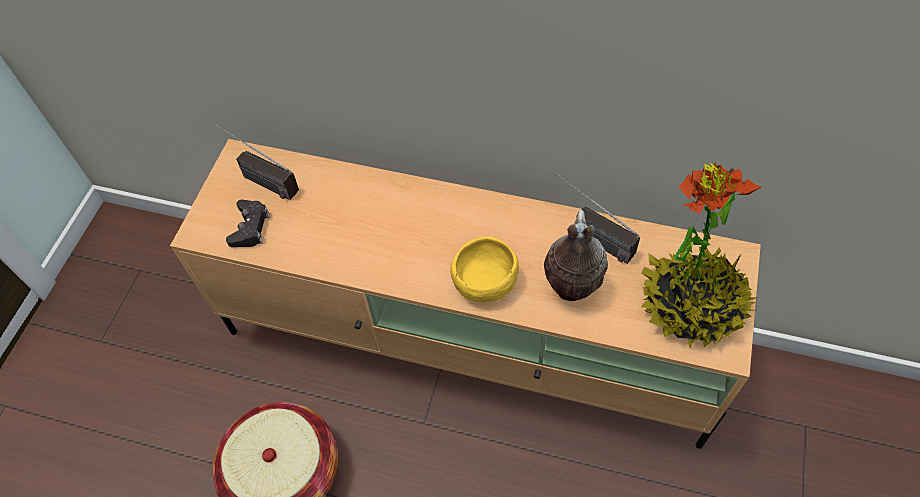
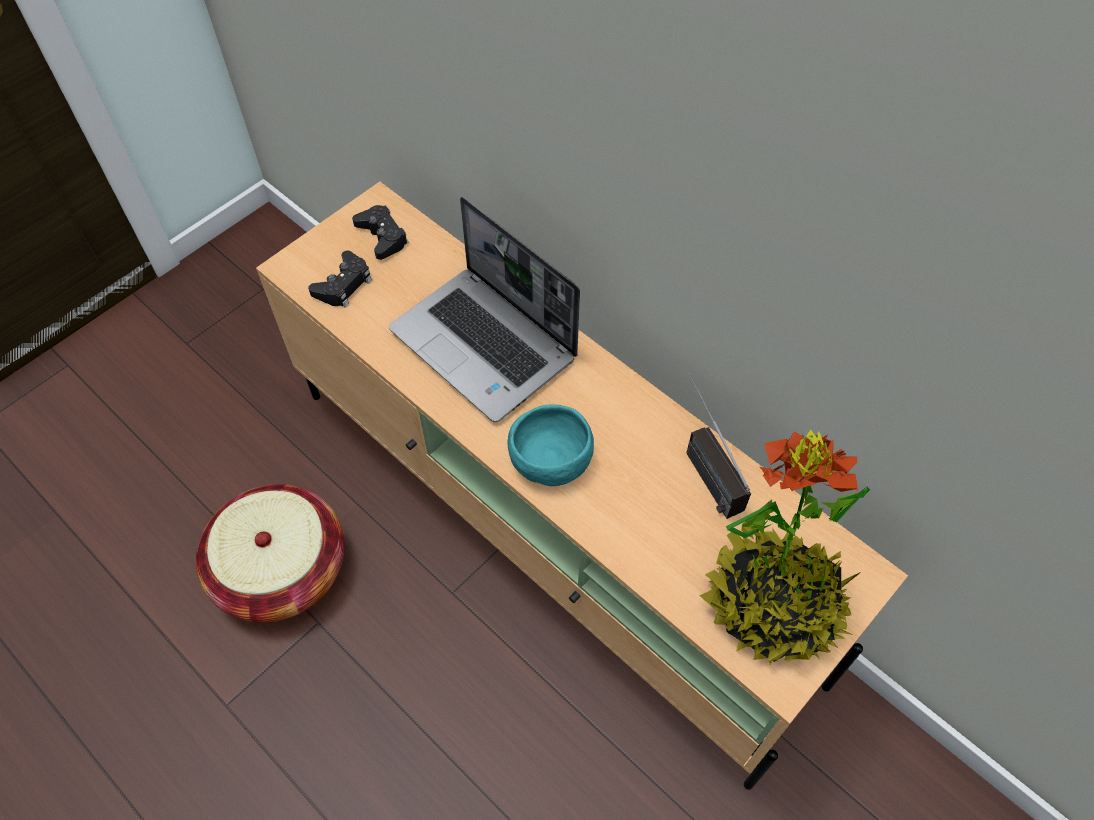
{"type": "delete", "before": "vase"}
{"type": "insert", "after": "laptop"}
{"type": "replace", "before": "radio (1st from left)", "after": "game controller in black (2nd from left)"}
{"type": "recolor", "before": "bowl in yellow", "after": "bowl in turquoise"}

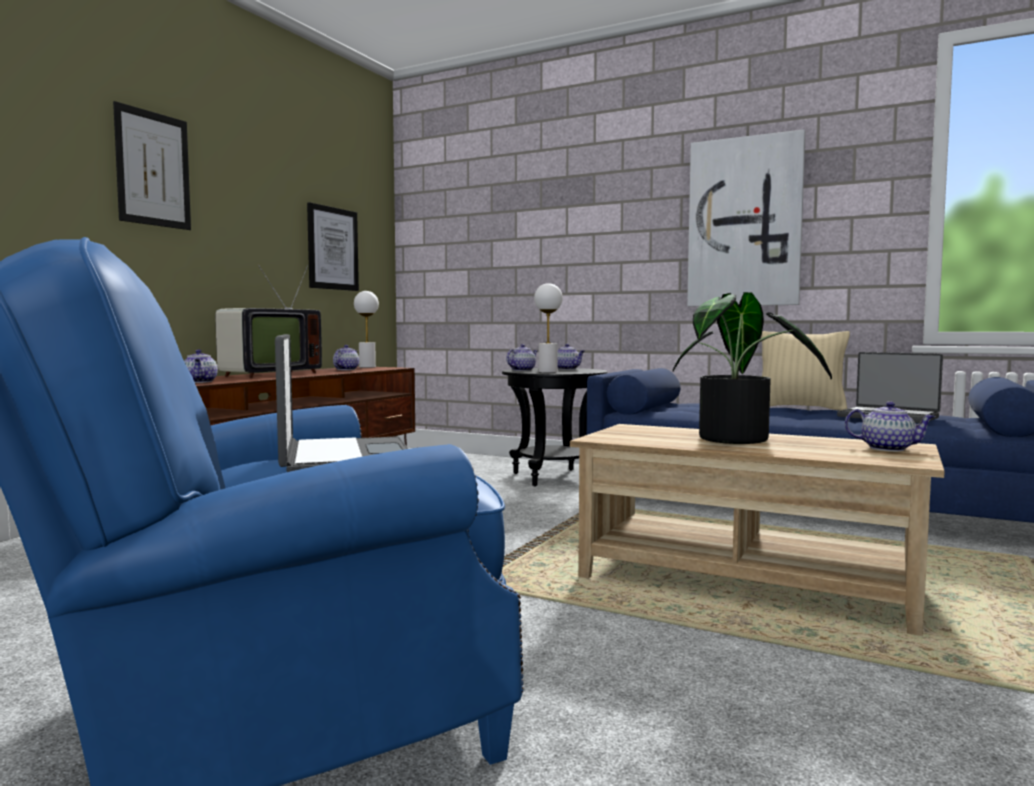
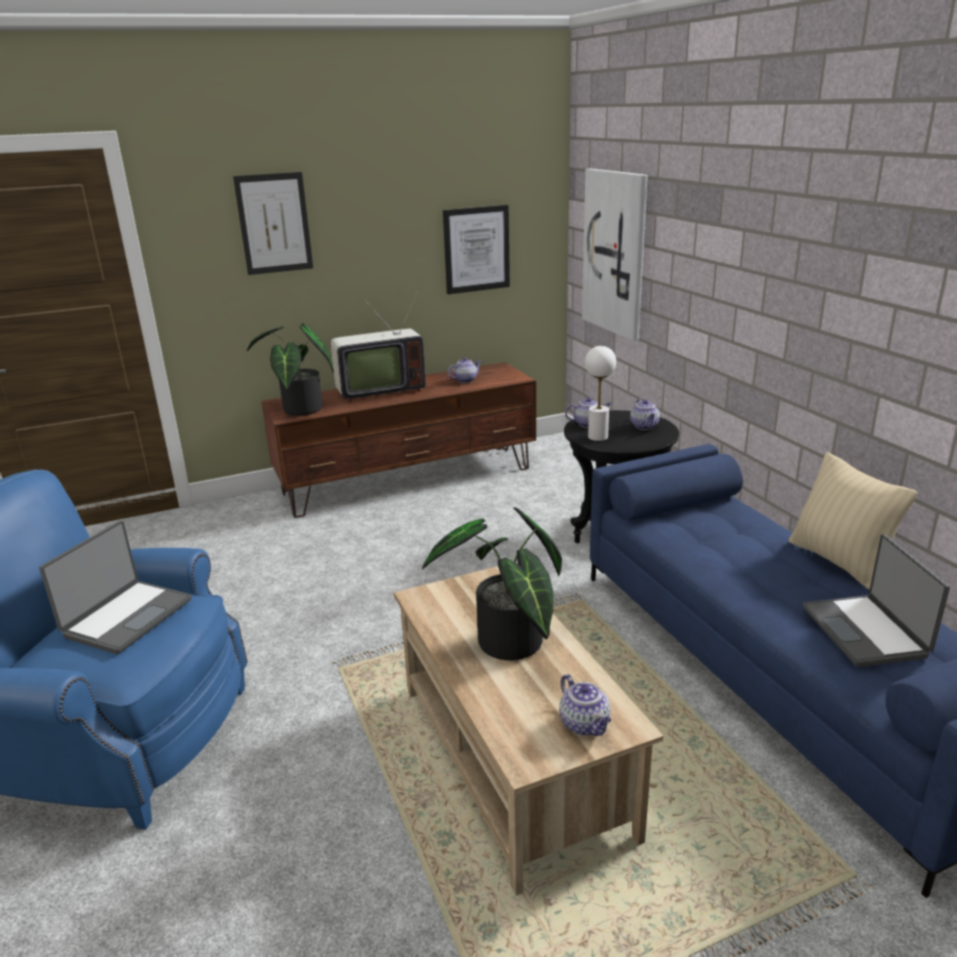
{"type": "delete", "before": "table lamp in white (1st from left)"}
{"type": "move", "before": "picture (3rd from left)"}
{"type": "replace", "before": "teapot (1st from left)", "after": "potted plant (1st from left)"}

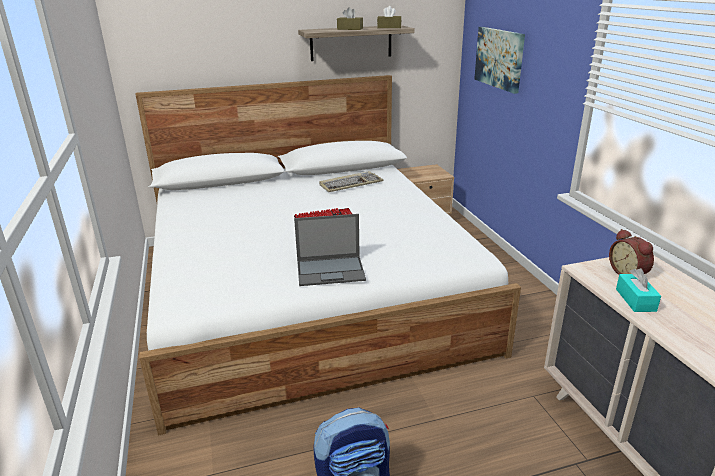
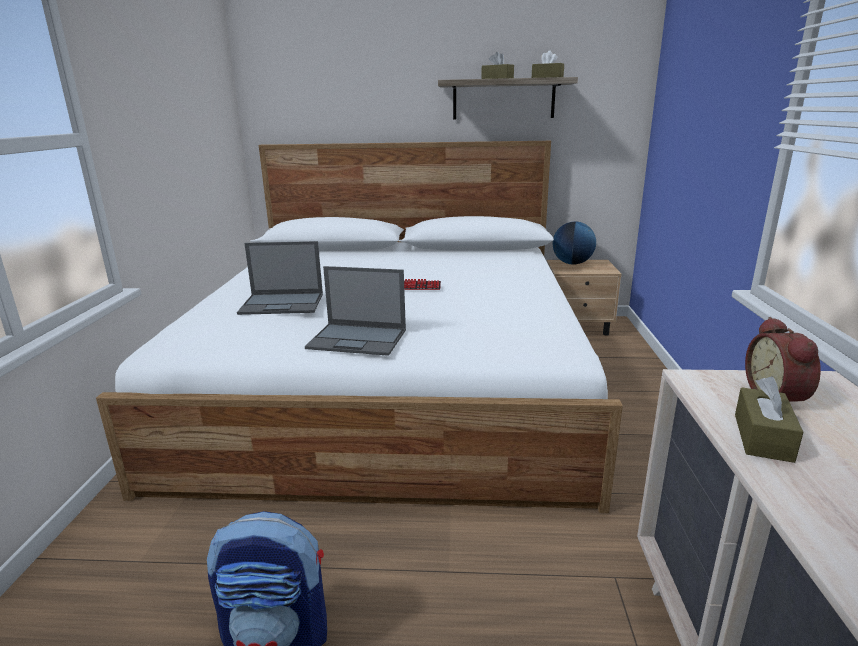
{"type": "delete", "before": "keyboard (2nd from left)"}
{"type": "delete", "before": "picture"}
{"type": "insert", "after": "laptop (1st from left)"}
{"type": "insert", "after": "globe"}
{"type": "recolor", "before": "tissue box in turquoise", "after": "tissue box in brown (3rd from left)"}

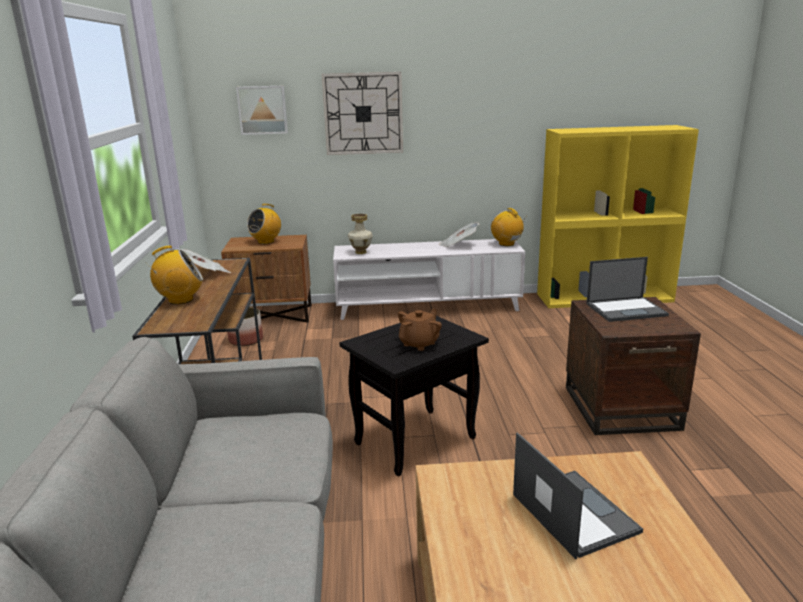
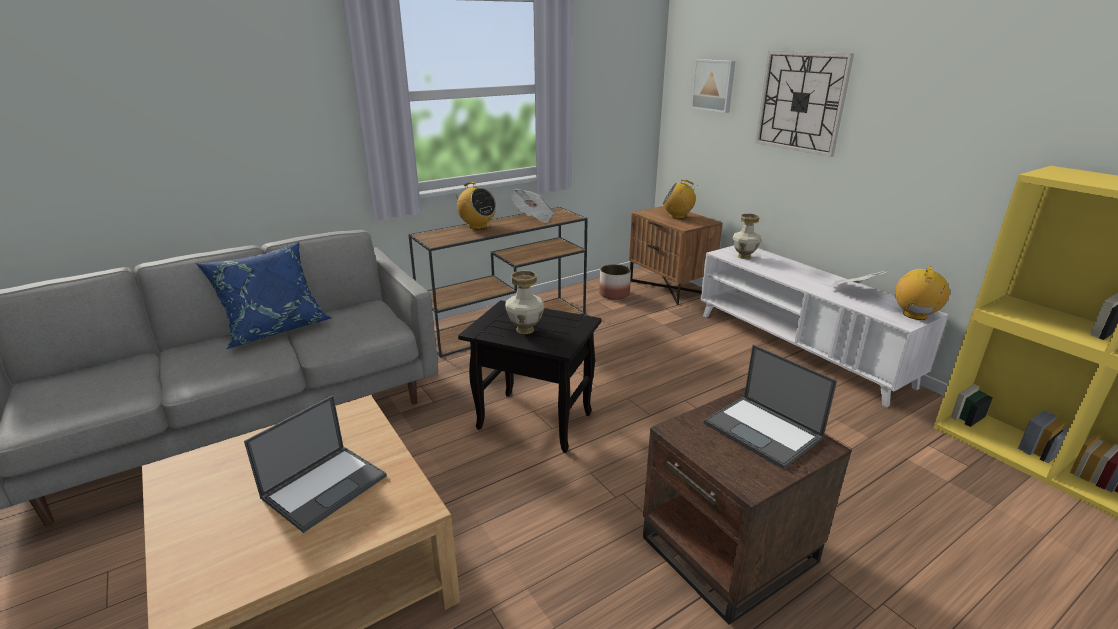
{"type": "insert", "after": "pillow in blue"}
{"type": "replace", "before": "teapot in brown", "after": "vase (1st from left)"}

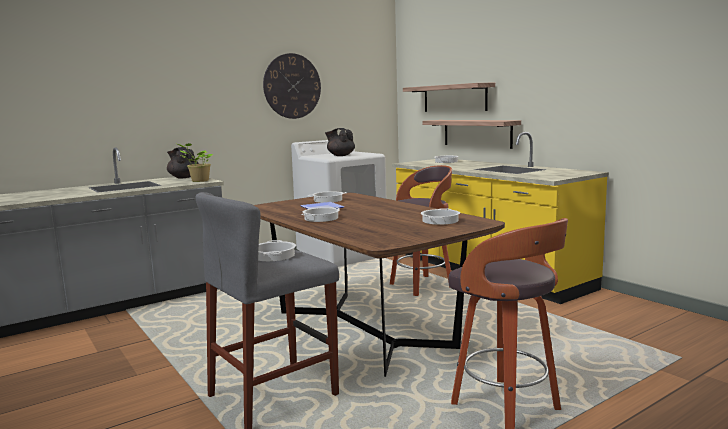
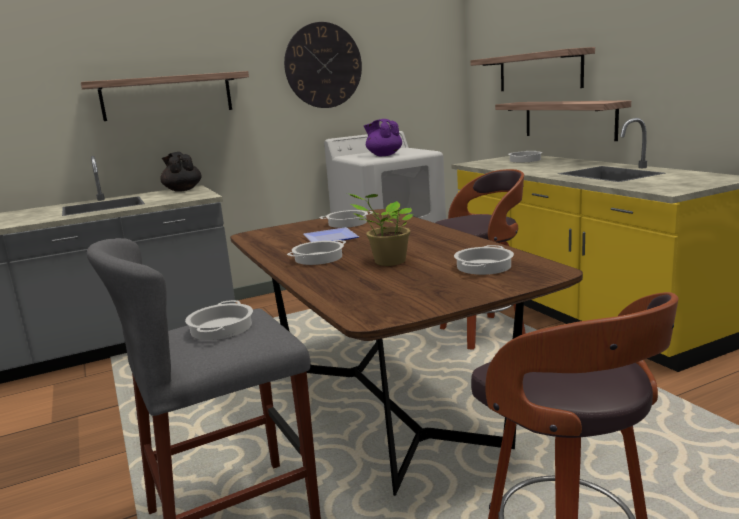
{"type": "insert", "after": "shelf (1st from left)"}
{"type": "move", "before": "potted plant"}
{"type": "recolor", "before": "teapot in black (2nd from left)", "after": "teapot in purple"}

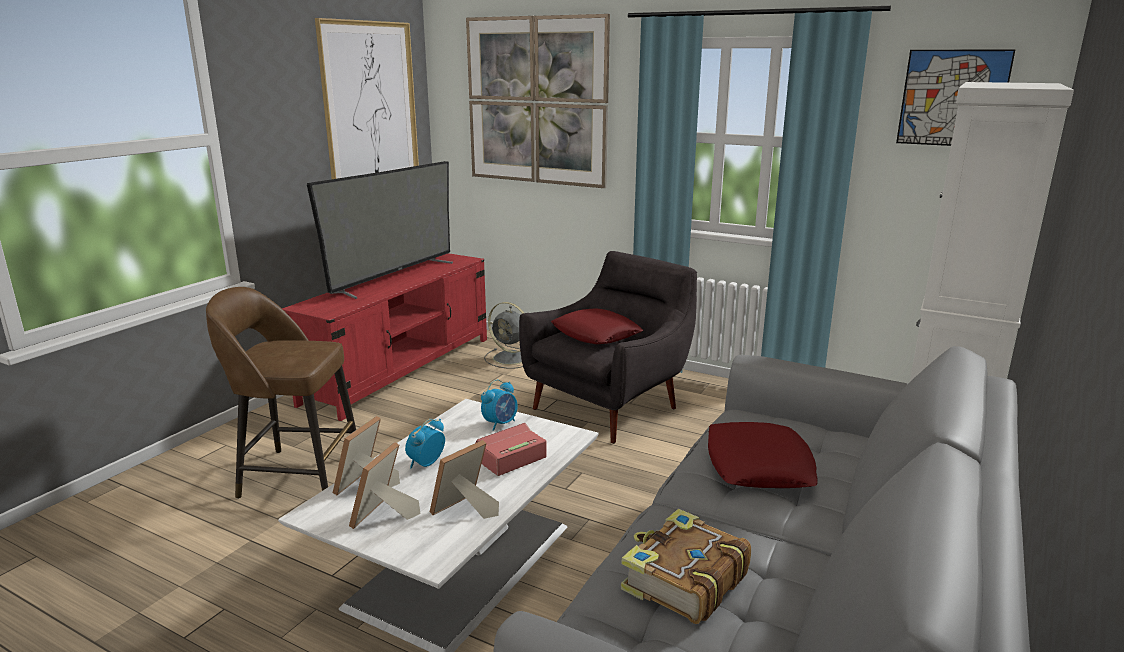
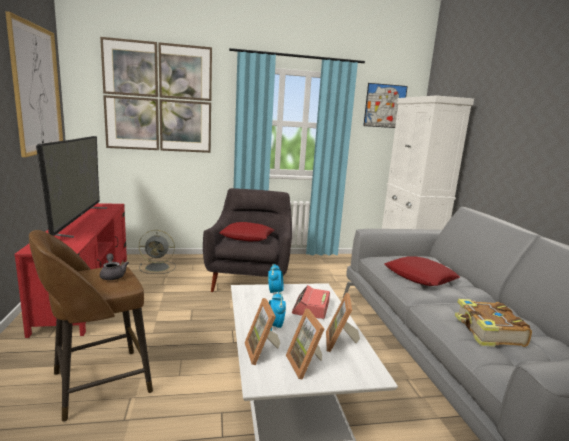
{"type": "insert", "after": "teapot in grey"}

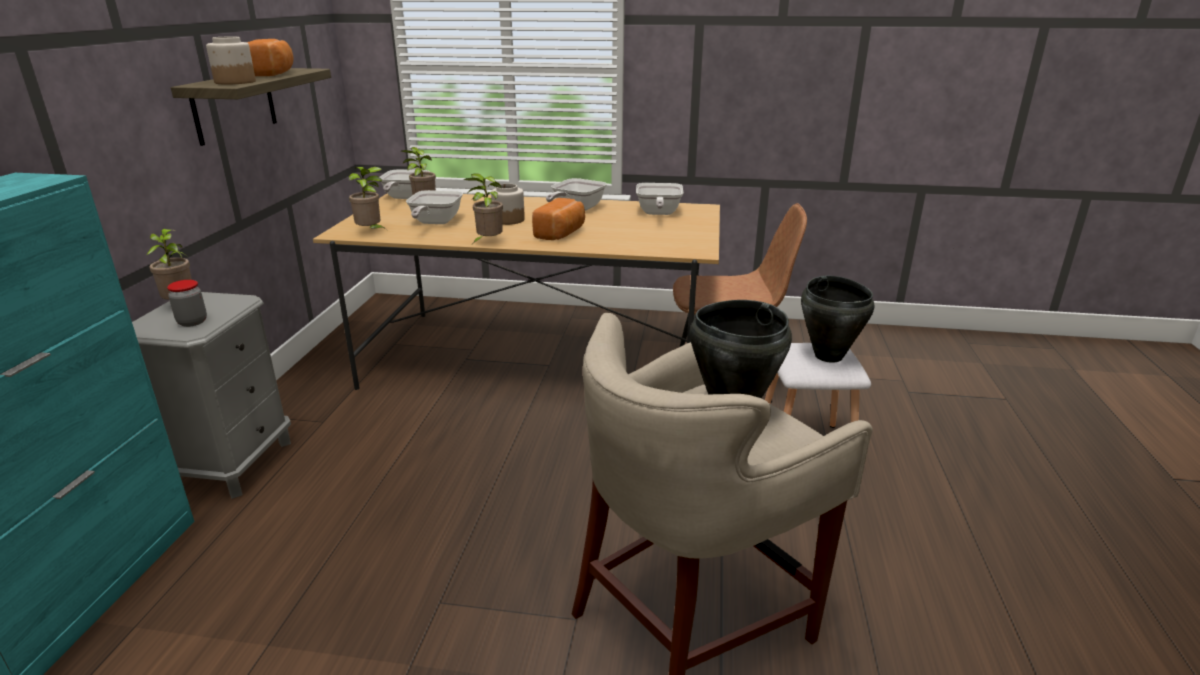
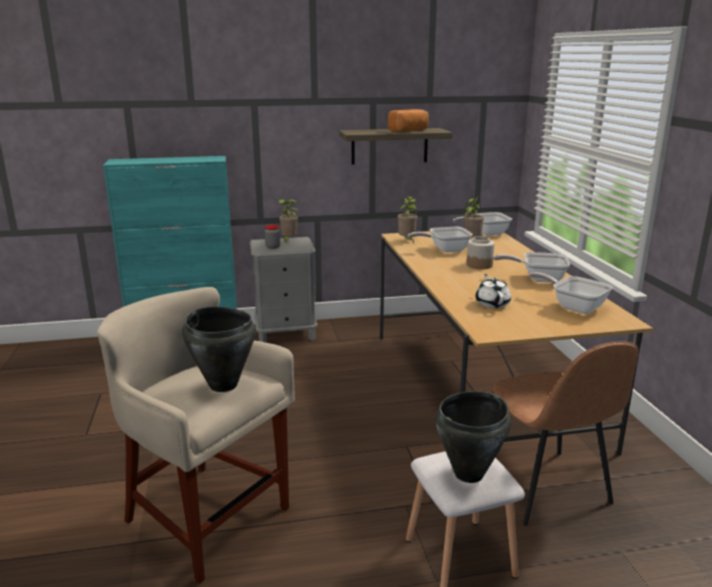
{"type": "delete", "before": "jar (2nd from left)"}
{"type": "delete", "before": "potted plant (4th from left)"}
{"type": "delete", "before": "bread (2nd from left)"}
{"type": "insert", "after": "teapot in white"}
{"type": "rotate", "before": "frying pan (4th from left)", "turn": 60}

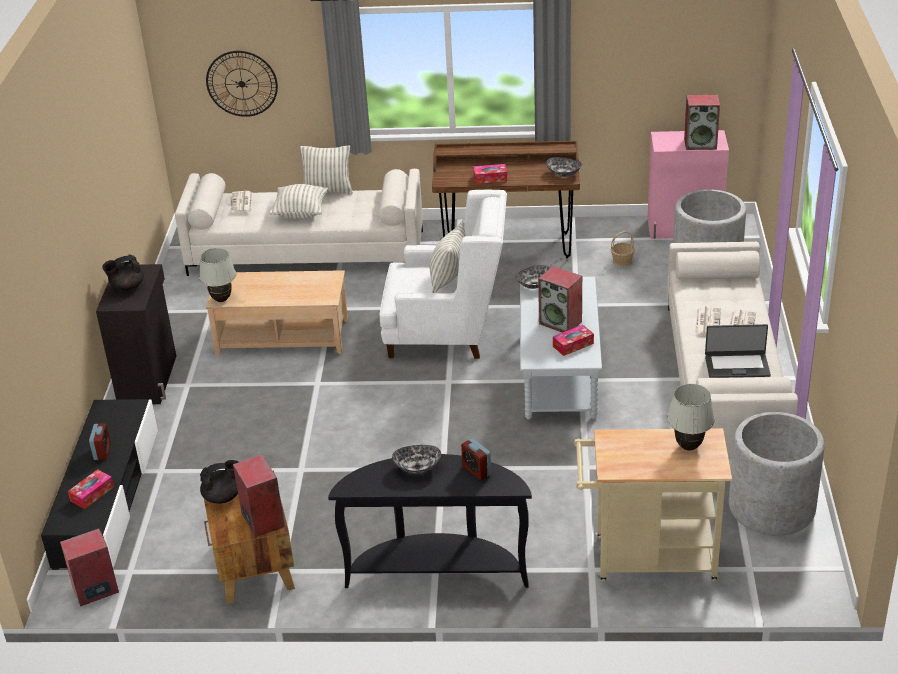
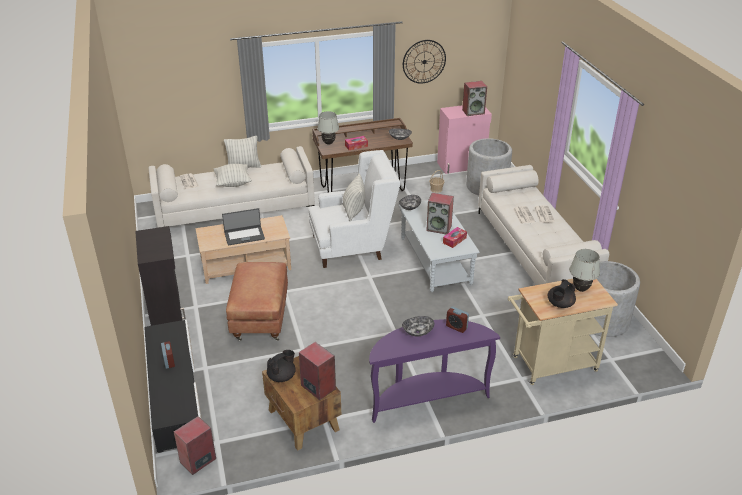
{"type": "delete", "before": "tissue box (1st from left)"}
{"type": "insert", "after": "ottoman in brown"}
{"type": "move", "before": "teapot in black (1st from left in the first image)", "after": "teapot in black (2nd from left)"}
{"type": "move", "before": "table lamp in white (1st from left)"}
{"type": "move", "before": "wall clock"}
{"type": "move", "before": "laptop"}
{"type": "recolor", "before": "console table in black", "after": "console table in purple"}

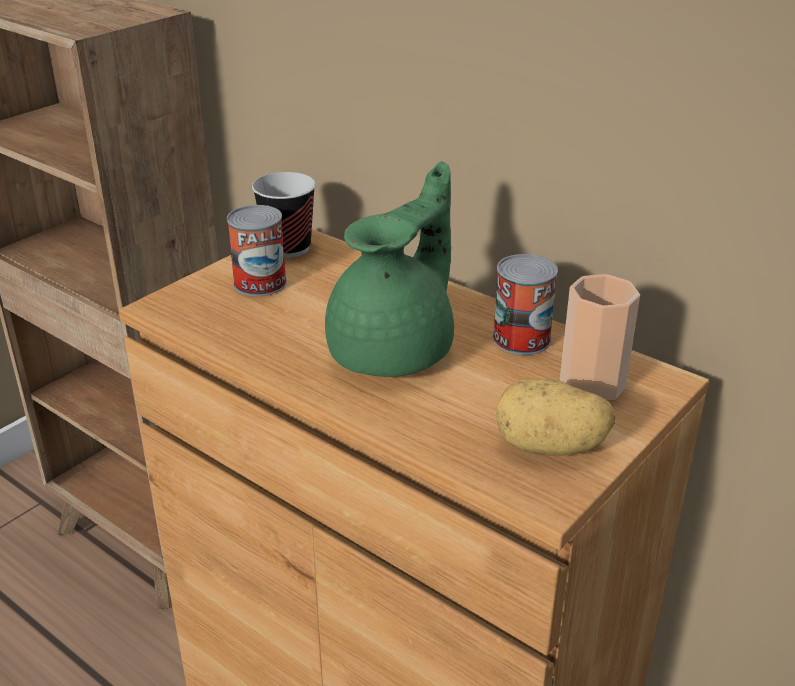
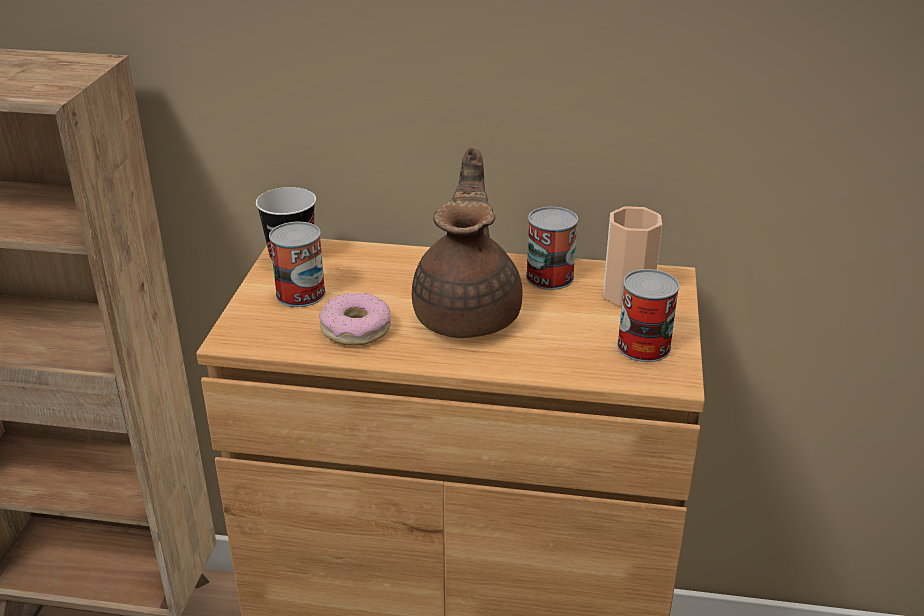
{"type": "insert", "after": "donut"}
{"type": "replace", "before": "potato", "after": "can (3rd from left)"}
{"type": "recolor", "before": "teapot in green", "after": "teapot in brown"}

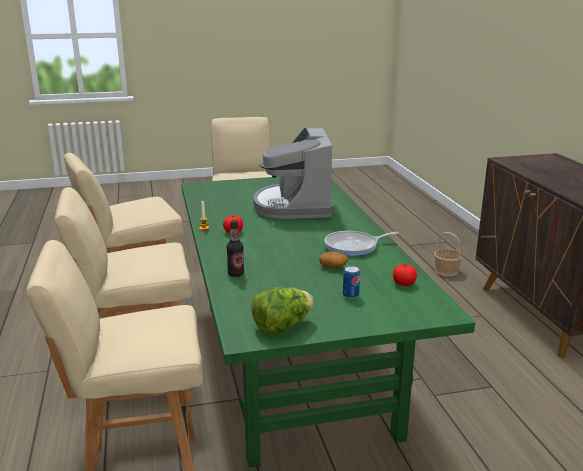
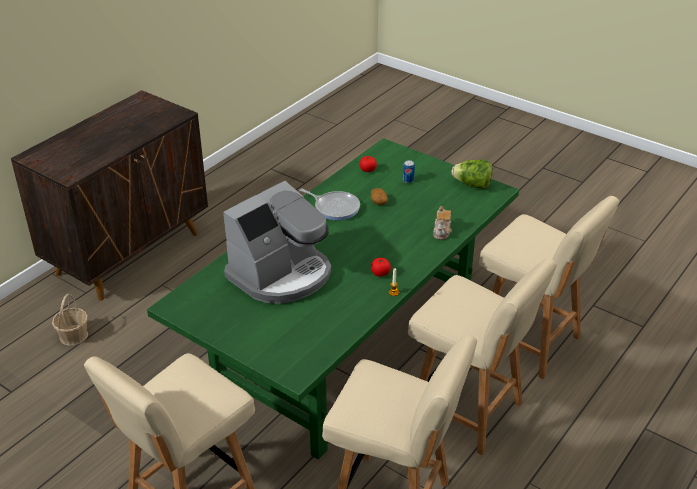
{"type": "replace", "before": "bottle", "after": "teapot"}

